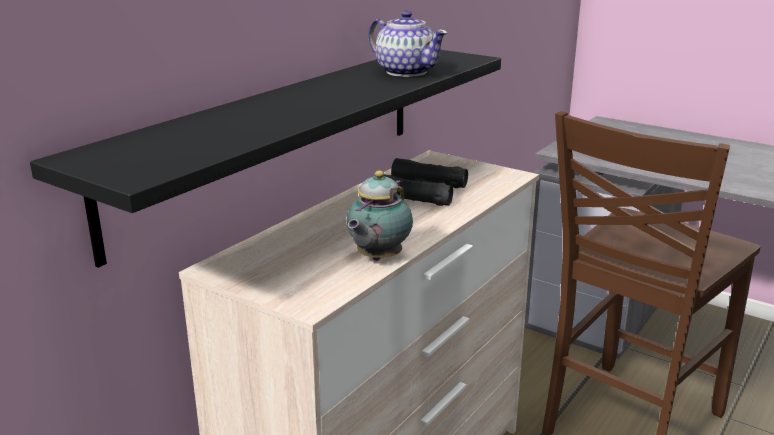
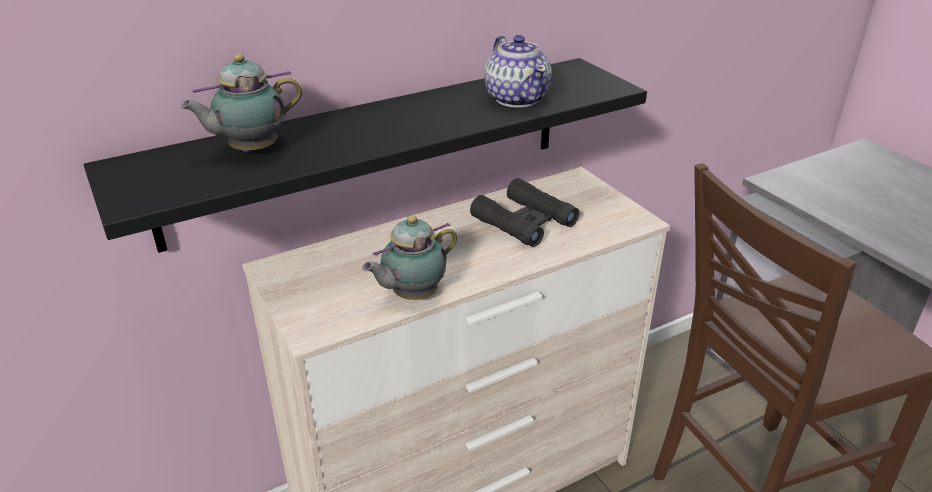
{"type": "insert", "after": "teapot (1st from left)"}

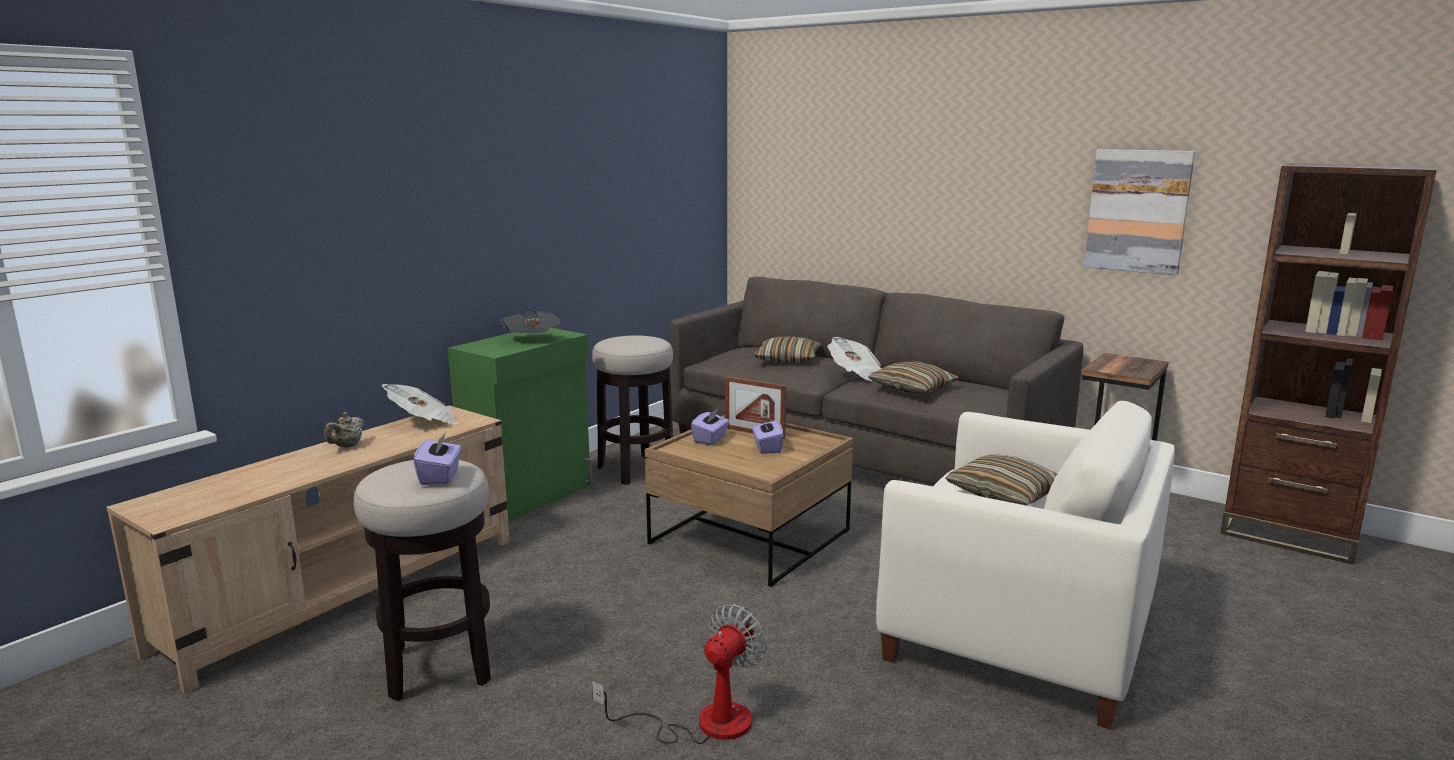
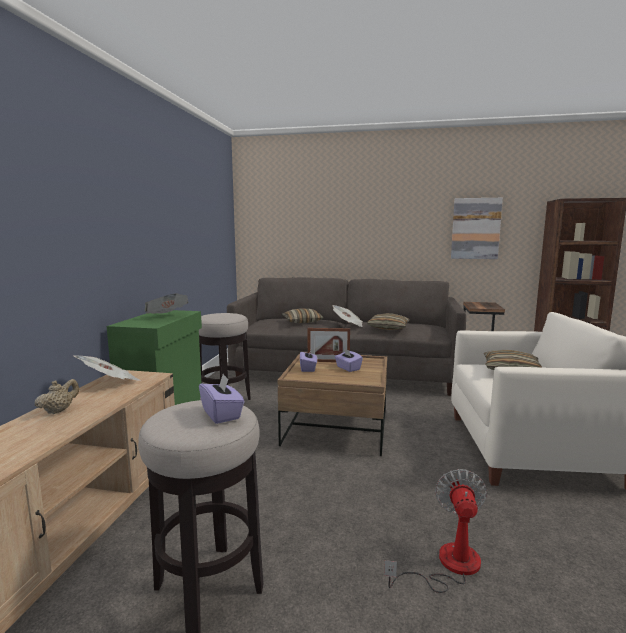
{"type": "rotate", "before": "teapot in beige", "turn": -150}

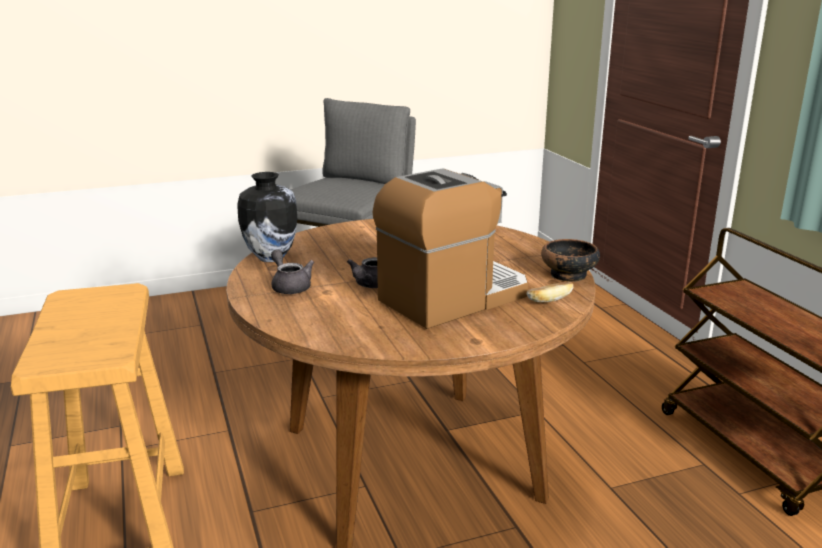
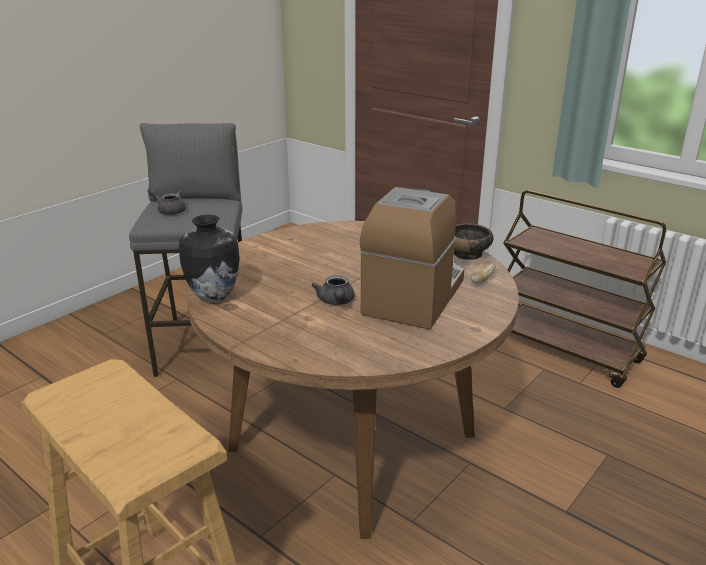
{"type": "move", "before": "teapot in grey (1st from left)"}

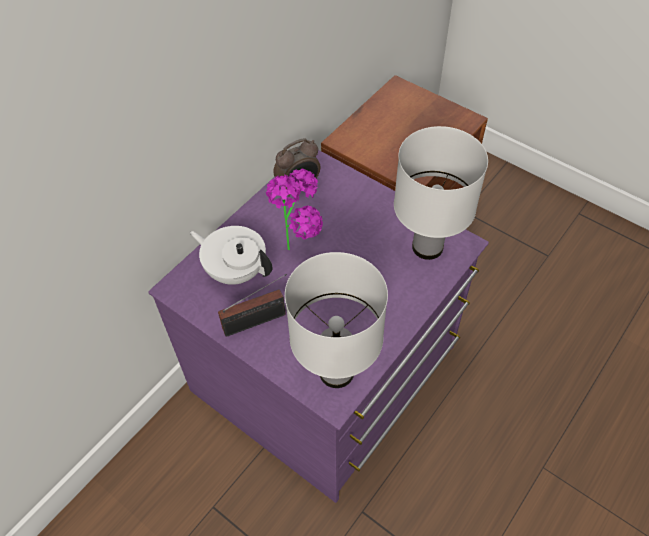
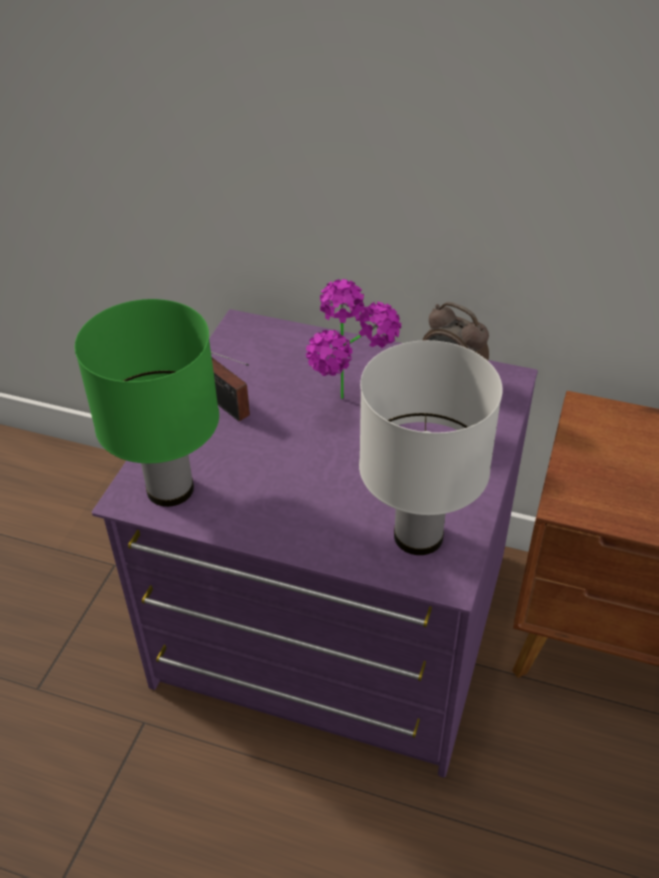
{"type": "delete", "before": "teapot in white"}
{"type": "recolor", "before": "table lamp in white (1st from left)", "after": "table lamp in green"}

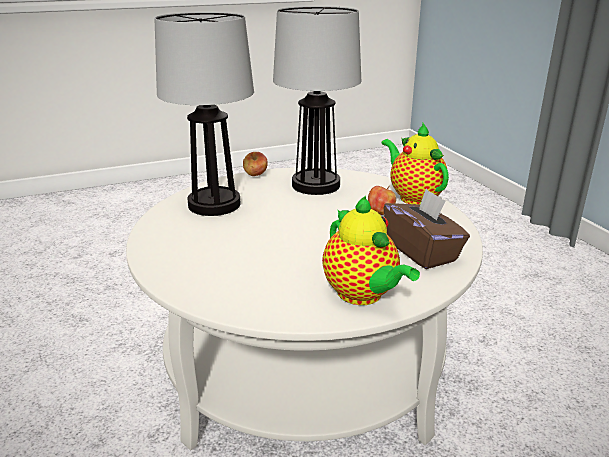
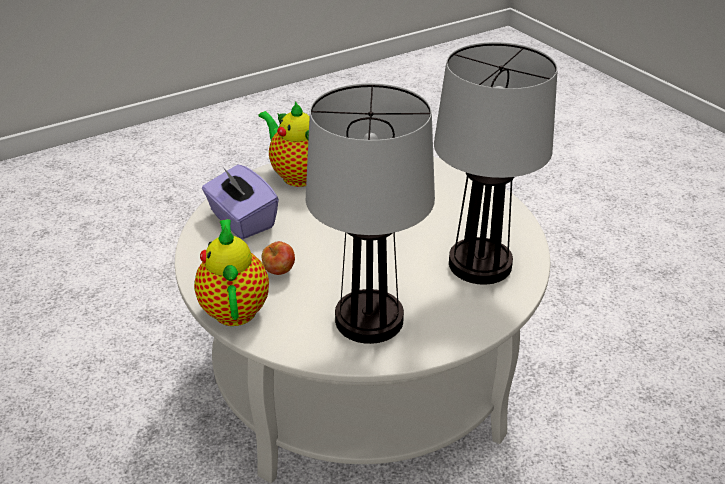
{"type": "delete", "before": "apple (1st from left)"}
{"type": "recolor", "before": "tissue box in brown", "after": "tissue box in purple"}
{"type": "rotate", "before": "teapot (2nd from left in the first image)", "turn": -150}

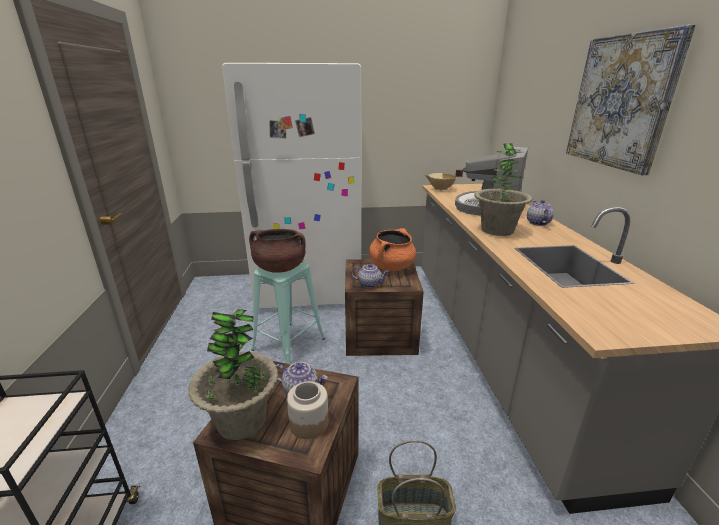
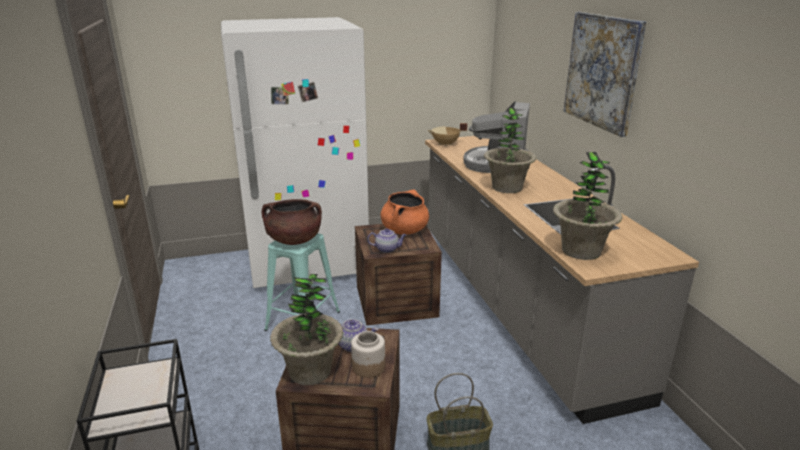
{"type": "delete", "before": "teapot (3rd from left)"}
{"type": "insert", "after": "potted plant (3rd from left)"}

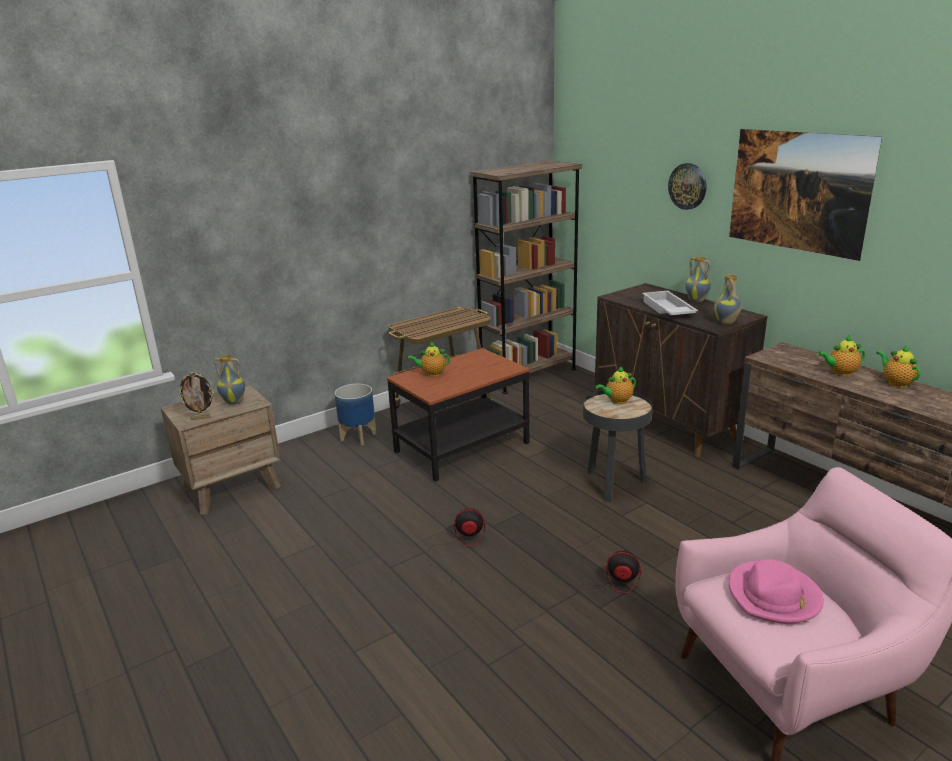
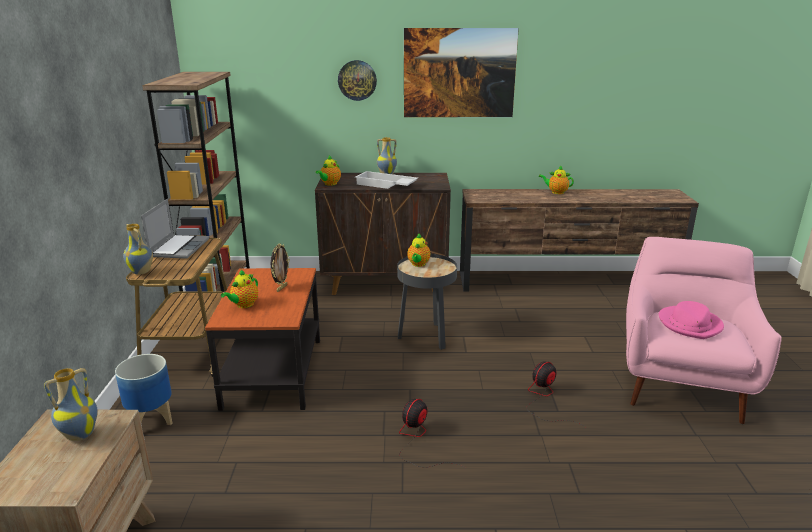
{"type": "insert", "after": "laptop"}
{"type": "move", "before": "picture frame"}
{"type": "move", "before": "vase (3rd from left in the first image)", "after": "vase (2nd from left)"}
{"type": "move", "before": "teapot (3rd from left in the first image)", "after": "teapot (2nd from left)"}

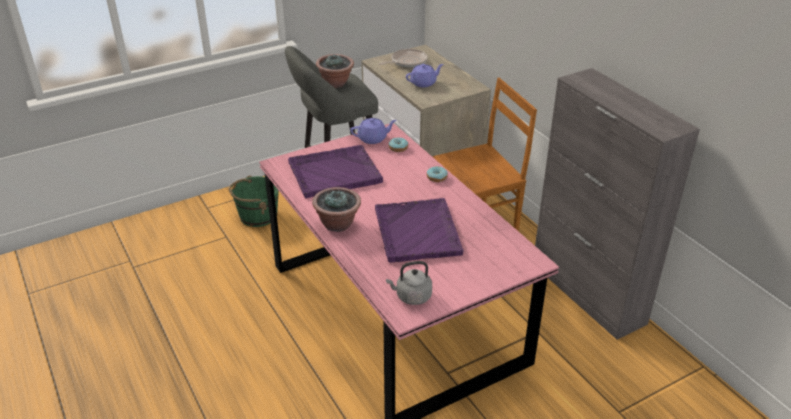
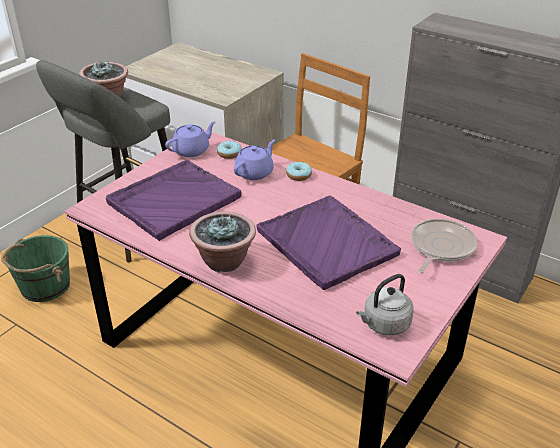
{"type": "move", "before": "frying pan"}
{"type": "move", "before": "teapot in purple (2nd from left)"}

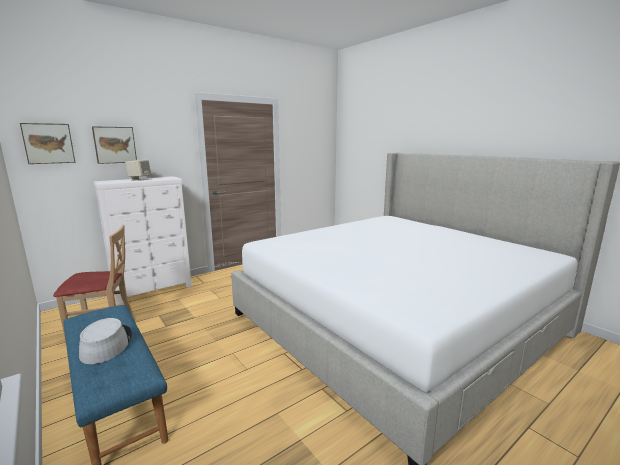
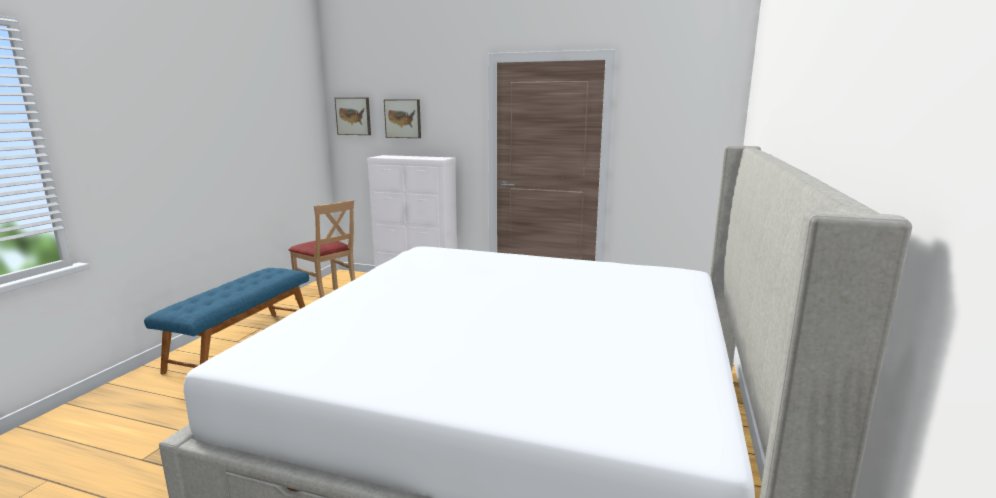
{"type": "delete", "before": "hat in grey"}
{"type": "delete", "before": "speaker in beige"}

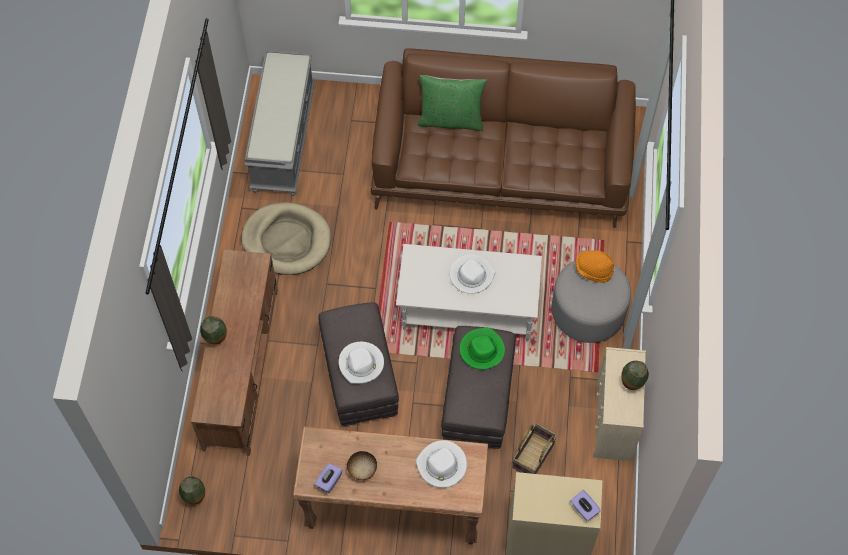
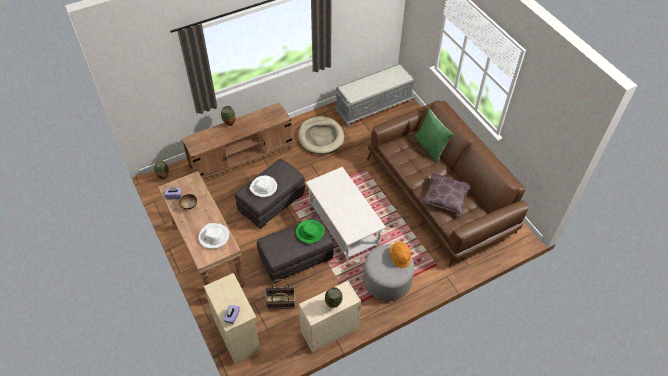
{"type": "delete", "before": "hat in white (3rd from left)"}
{"type": "insert", "after": "pillow in brown"}

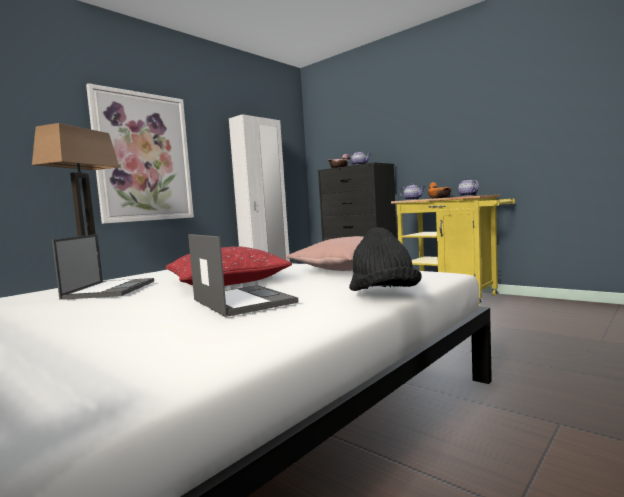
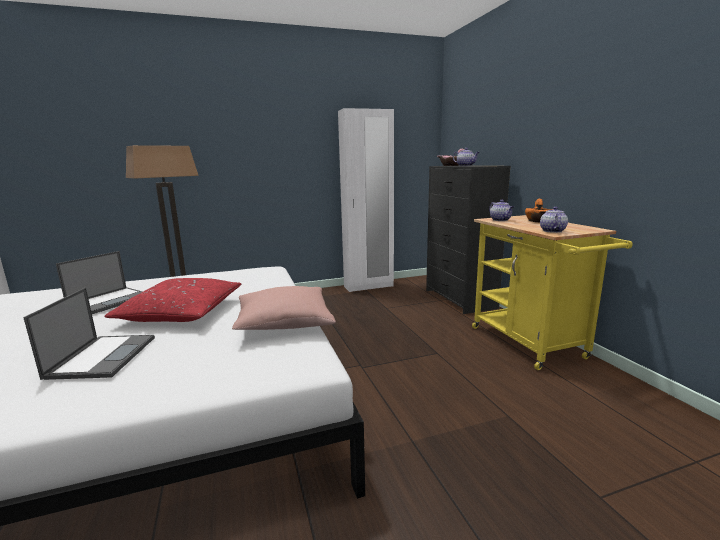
{"type": "delete", "before": "picture"}
{"type": "delete", "before": "hat in black"}

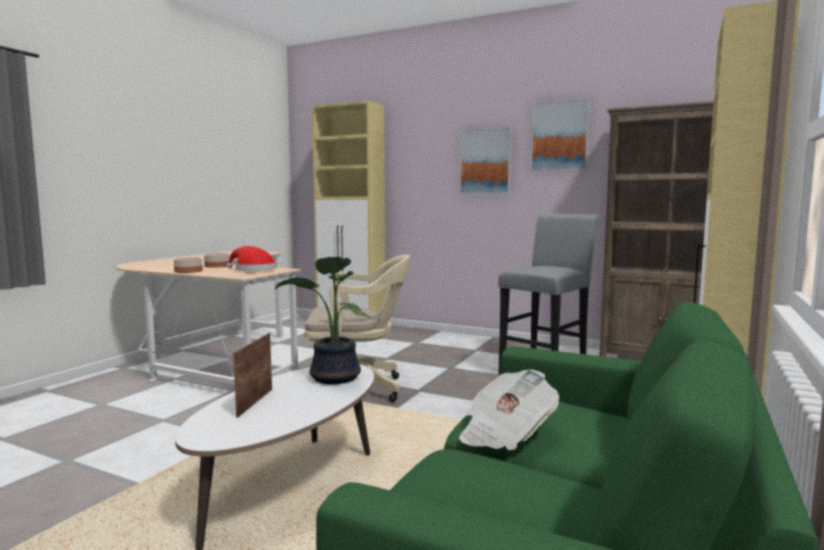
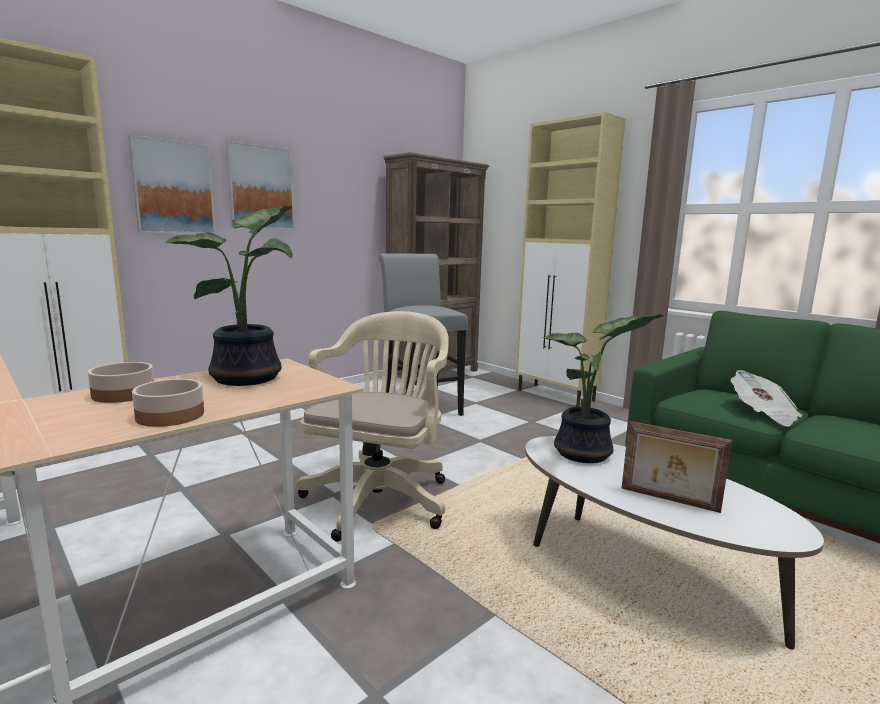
{"type": "move", "before": "picture (2nd from left in the first image)", "after": "picture (1st from left)"}
{"type": "replace", "before": "hat in red", "after": "potted plant (1st from left)"}

